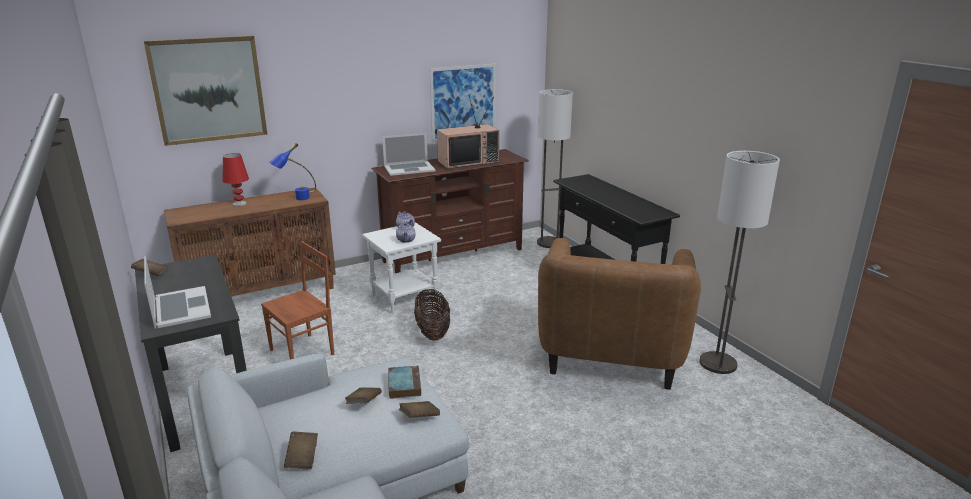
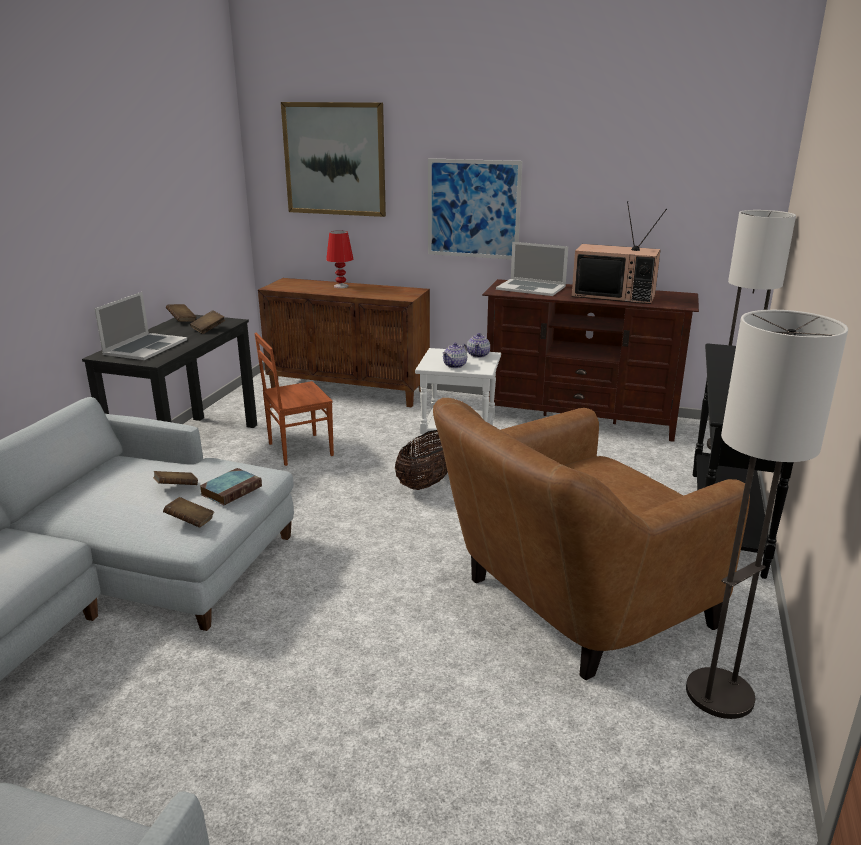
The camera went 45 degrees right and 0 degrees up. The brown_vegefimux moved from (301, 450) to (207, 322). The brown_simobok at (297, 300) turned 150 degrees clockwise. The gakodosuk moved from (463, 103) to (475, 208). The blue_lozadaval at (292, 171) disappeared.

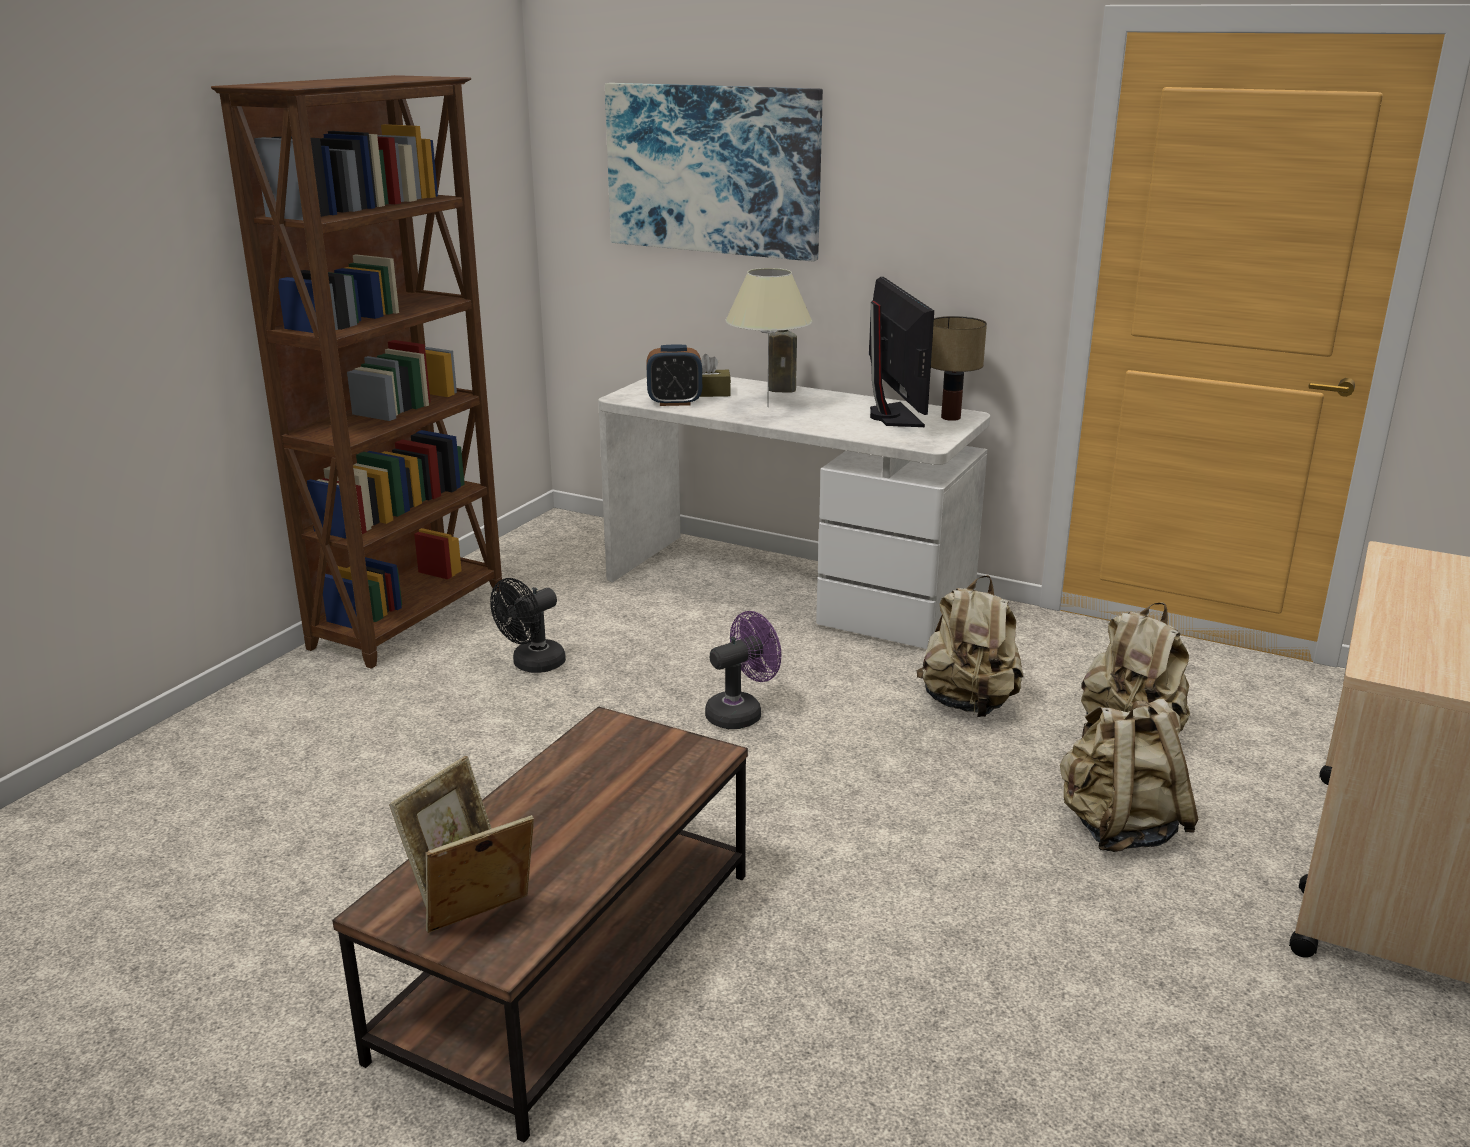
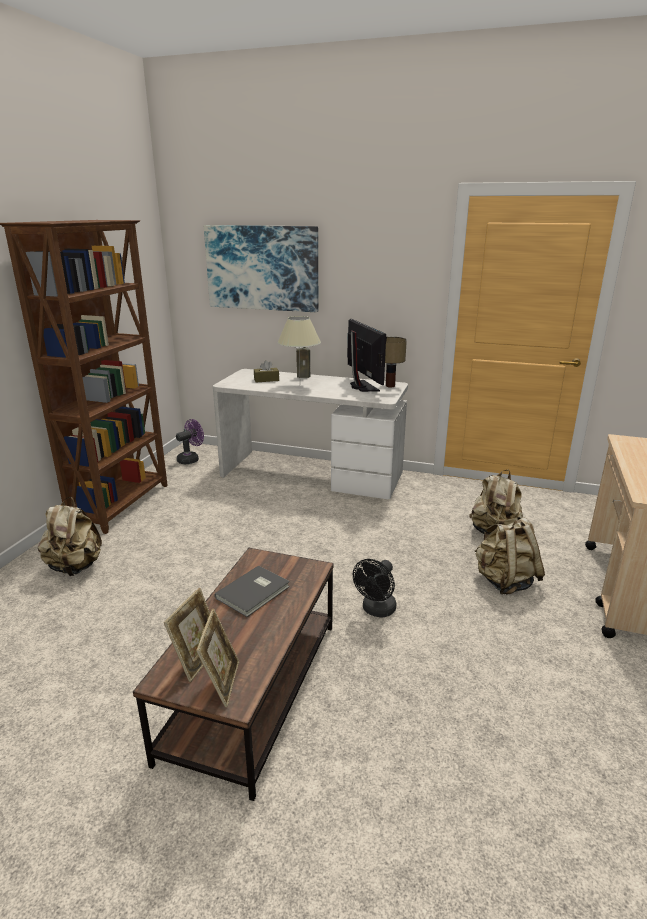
The camera went 10 degrees left and 0 degrees up. The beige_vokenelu moved from (970, 646) to (70, 536). The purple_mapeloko moved from (743, 670) to (190, 441). The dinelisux at (479, 874) turned 135 degrees clockwise. The grey_vegefimux at (252, 591) appeared. The black_mapeloko moved from (528, 625) to (374, 588). The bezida at (674, 375) disappeared.

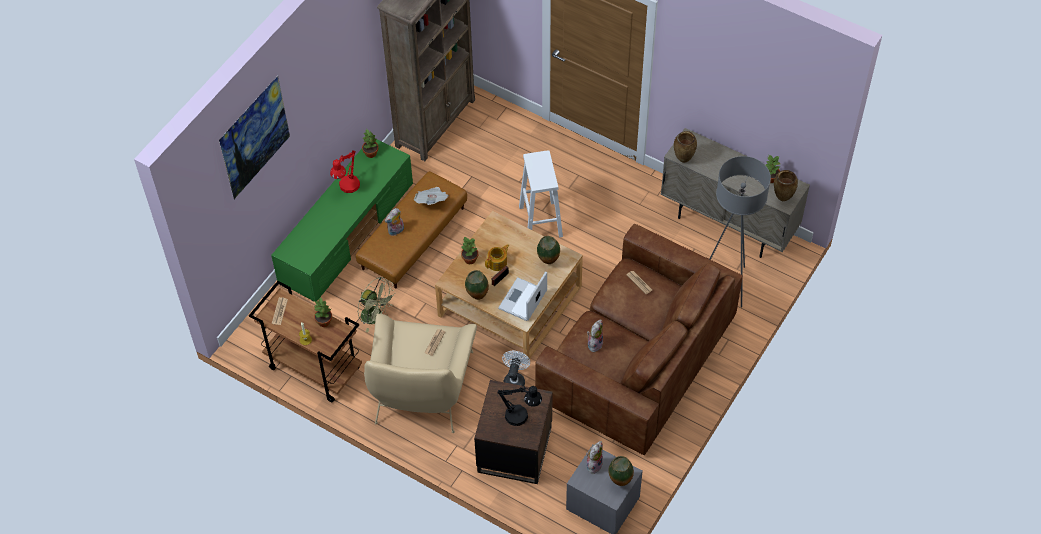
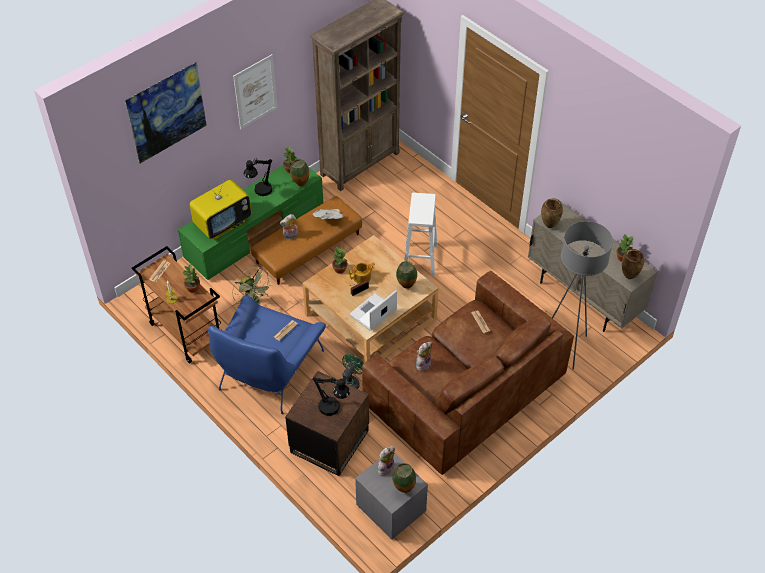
The camera went 15 degrees right and 5 degrees down. The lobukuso at (220, 208) appeared. The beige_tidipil at (420, 373) became the blue_tidipil at (267, 354). The gakodosuk at (255, 91) appeared. The red_lozadaval at (345, 171) became the black_lozadaval at (258, 177). The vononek moved from (477, 285) to (299, 173). The white_mapeloko at (516, 368) became the green_mapeloko at (353, 371).

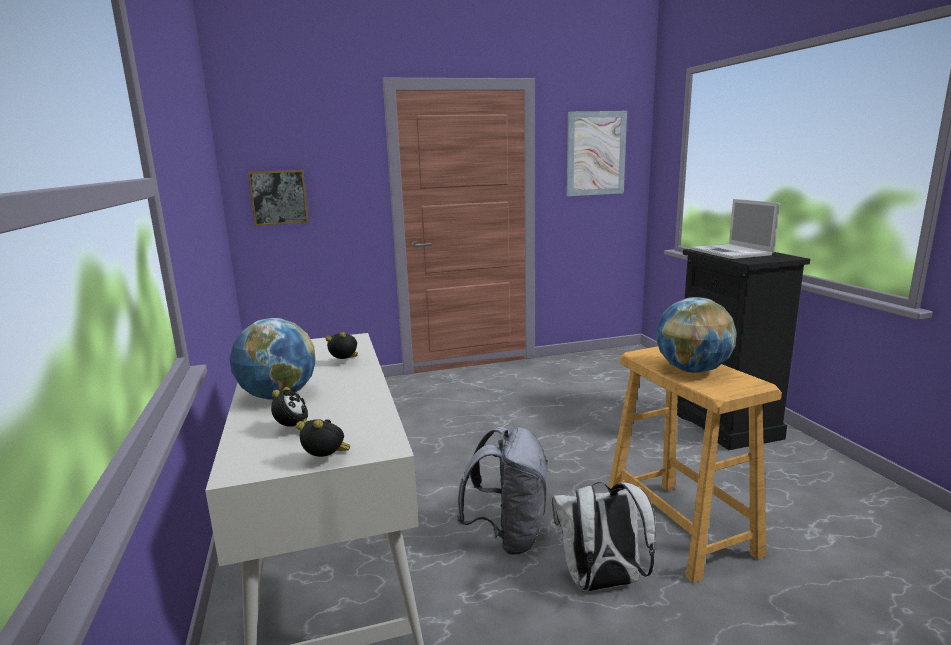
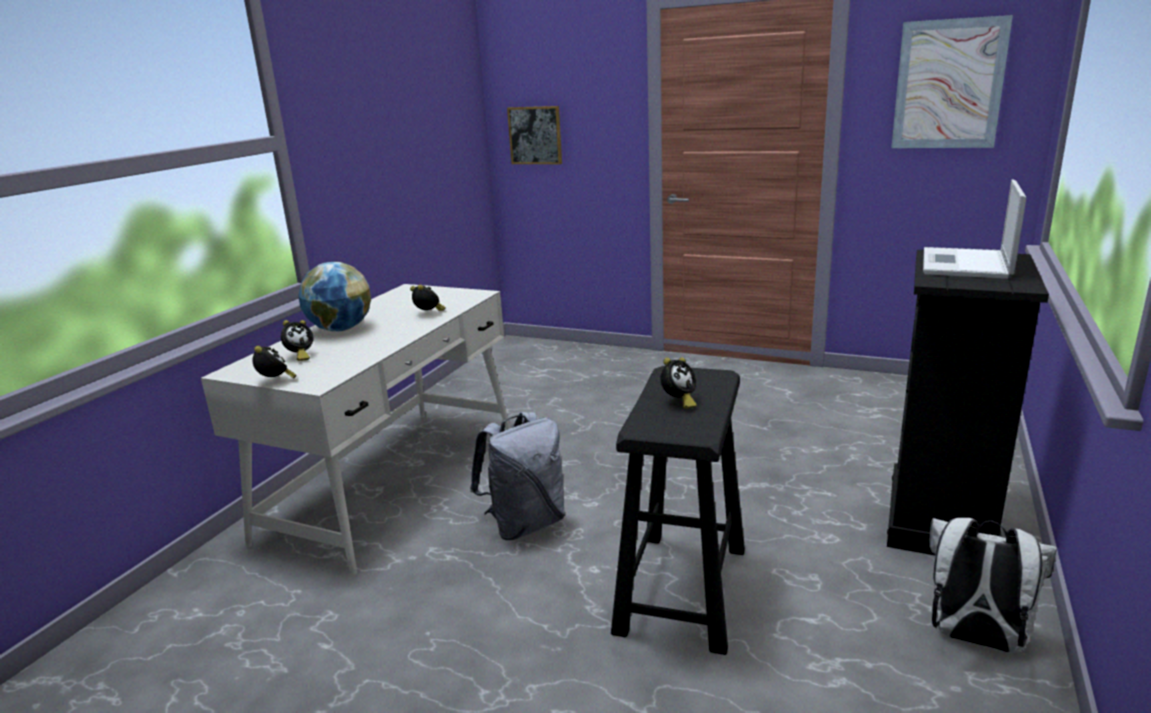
The camera went 40 degrees right and 5 degrees up. The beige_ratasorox at (695, 464) became the black_ratasorox at (678, 510). The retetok at (696, 335) was replaced by the bezida at (678, 383). The white_vokenelu moved from (604, 537) to (993, 585).

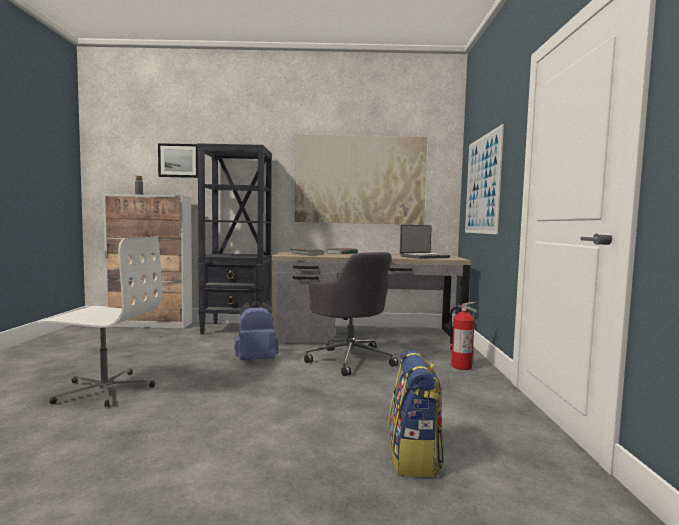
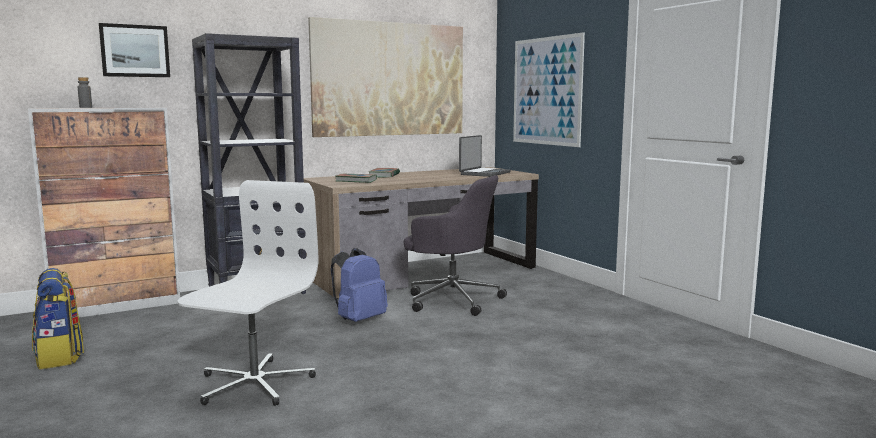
The camera went 30 degrees left and 5 degrees up. The vokenelu moved from (416, 414) to (58, 319). The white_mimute at (99, 322) turned 45 degrees counterclockwise. The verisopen at (463, 335) disappeared.

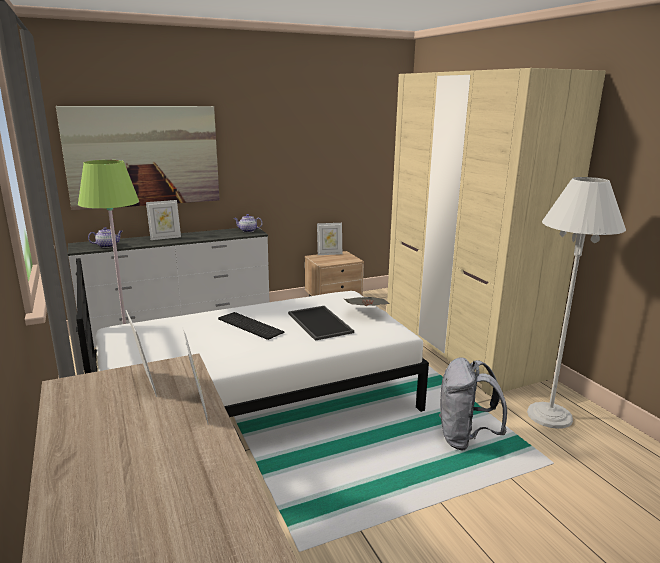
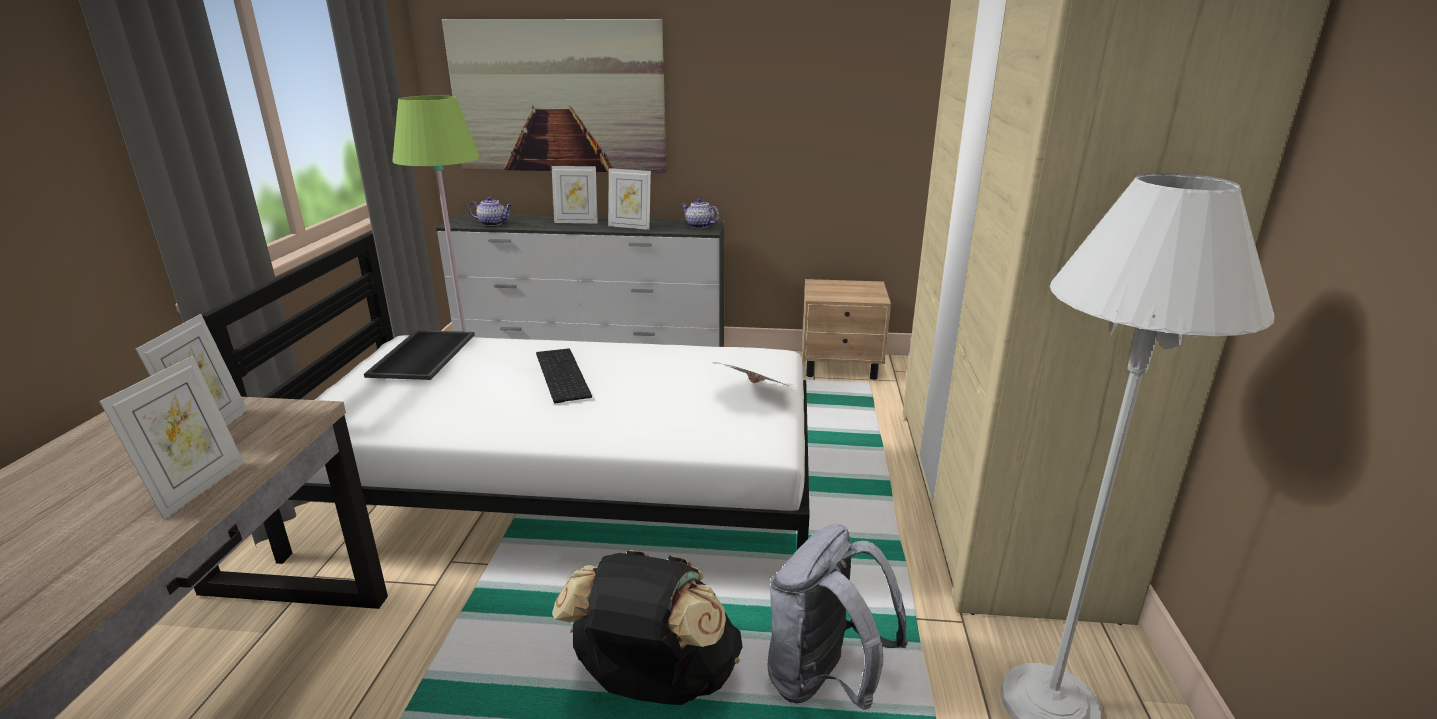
The camera went 30 degrees right and 5 degrees up. The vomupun moved from (321, 323) to (419, 355). The black_vokenelu at (647, 627) appeared. The dinelisux moved from (329, 239) to (629, 199).

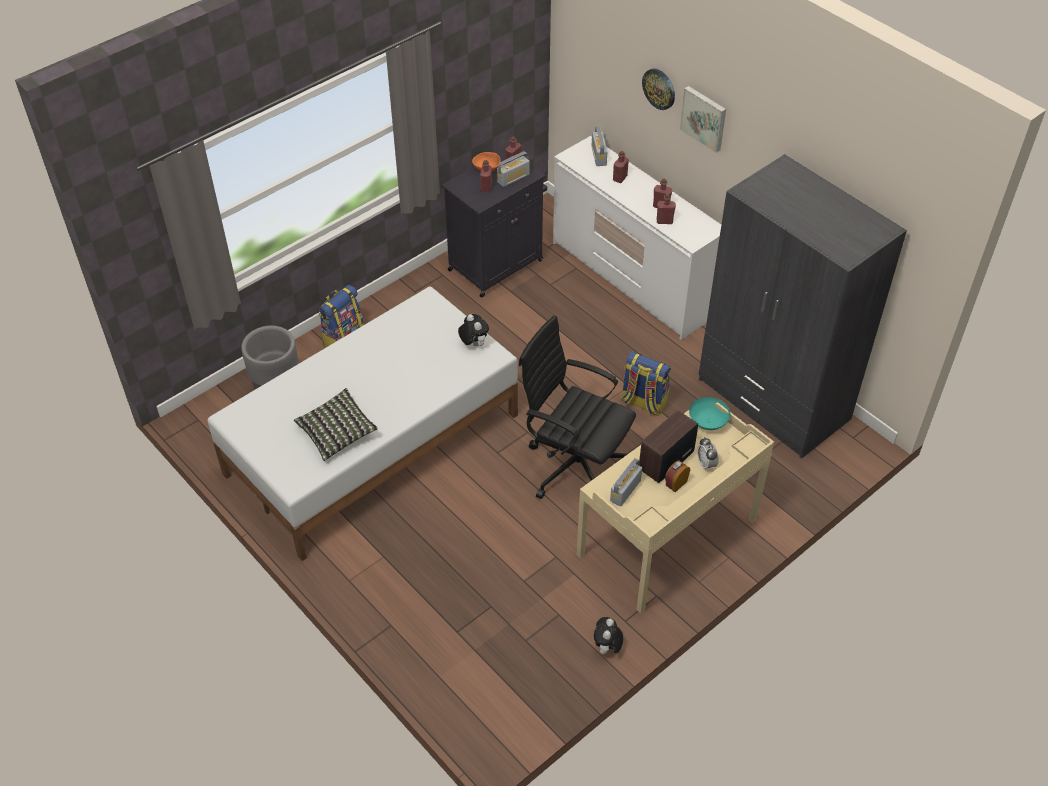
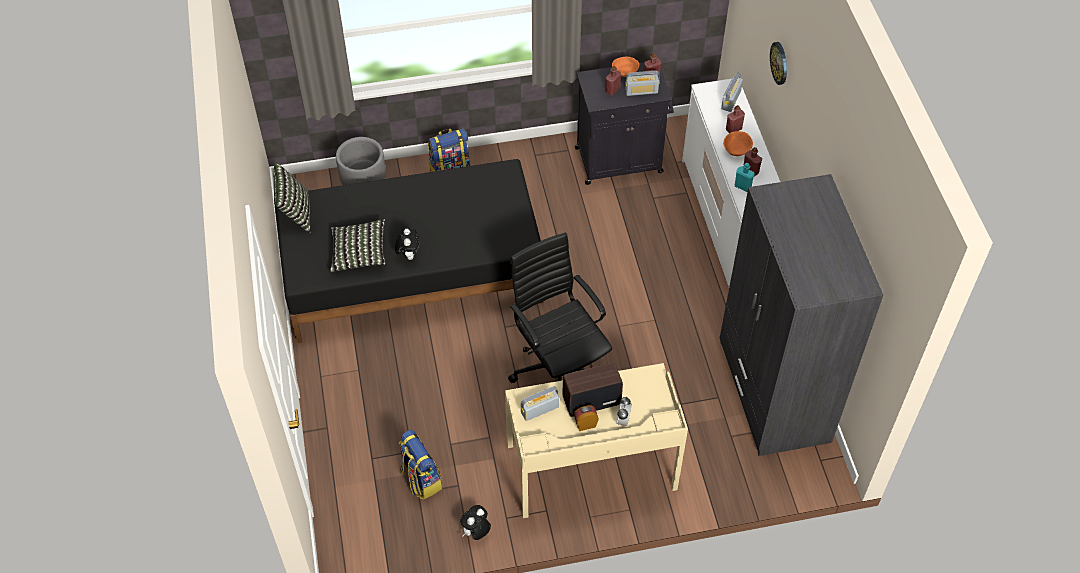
The camera went 30 degrees right and 5 degrees up. The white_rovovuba at (363, 424) became the black_rovovuba at (409, 251). The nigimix at (292, 197) appeared. The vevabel moved from (473, 330) to (407, 244). The vokenelu moved from (646, 384) to (420, 465). The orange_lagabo at (738, 143) appeared. The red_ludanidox at (666, 209) became the turquoise_ludanidox at (745, 177). The gakodosuk at (703, 119) disappeared. The turquoise_lagabo at (710, 413) disappeared.

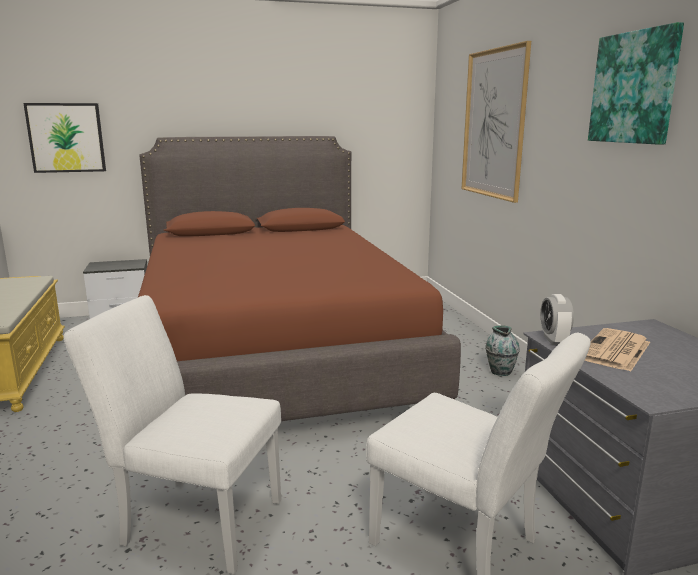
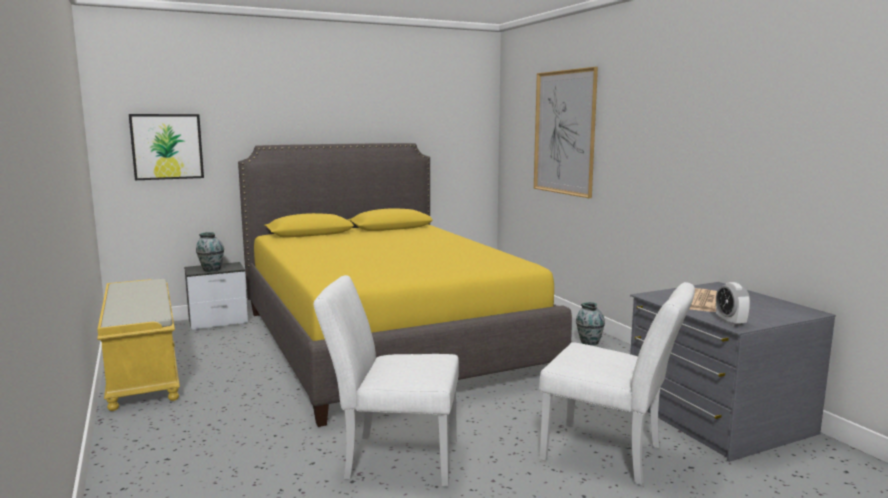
The camera went 10 degrees left and 5 degrees down. The vononek at (210, 252) appeared. The brown_rovovuba at (299, 278) became the yellow_rovovuba at (405, 285). The bezida moved from (557, 319) to (733, 304). The gakodosuk at (636, 83) disappeared.

